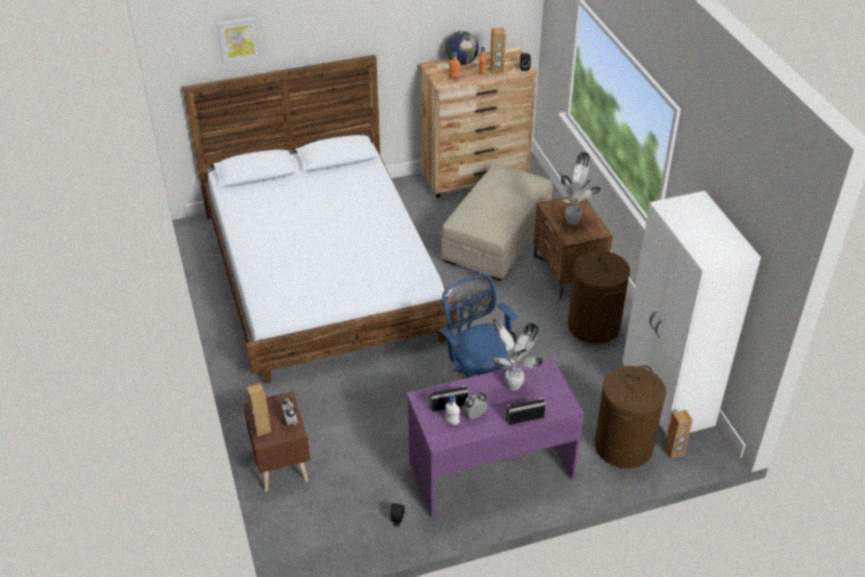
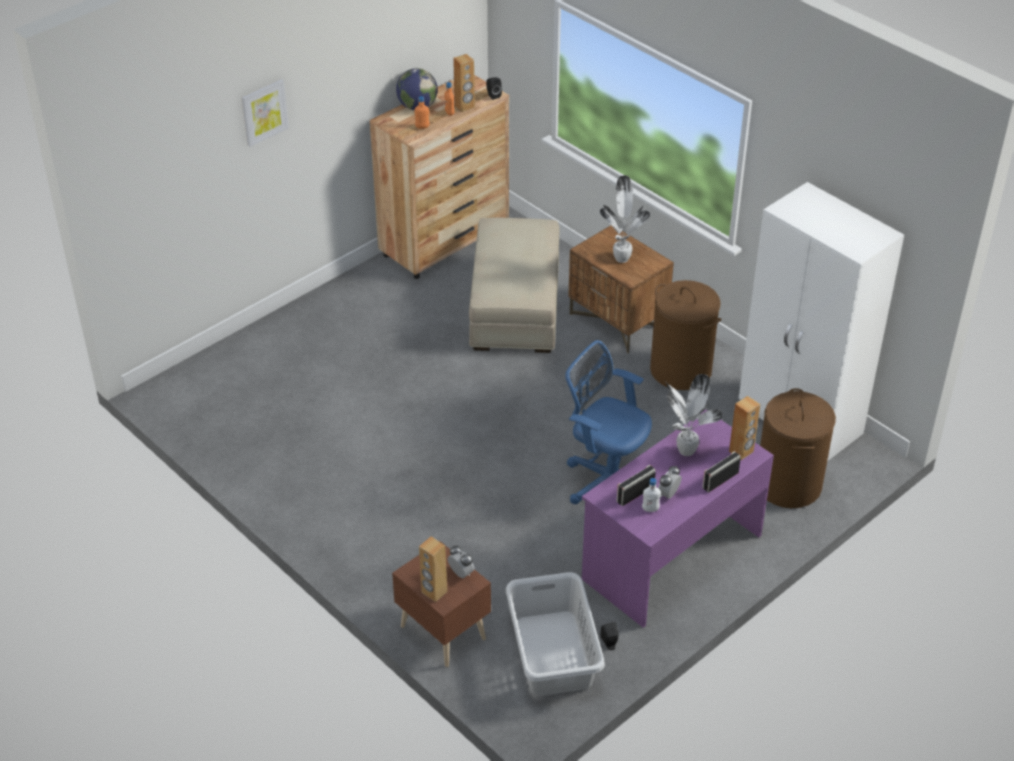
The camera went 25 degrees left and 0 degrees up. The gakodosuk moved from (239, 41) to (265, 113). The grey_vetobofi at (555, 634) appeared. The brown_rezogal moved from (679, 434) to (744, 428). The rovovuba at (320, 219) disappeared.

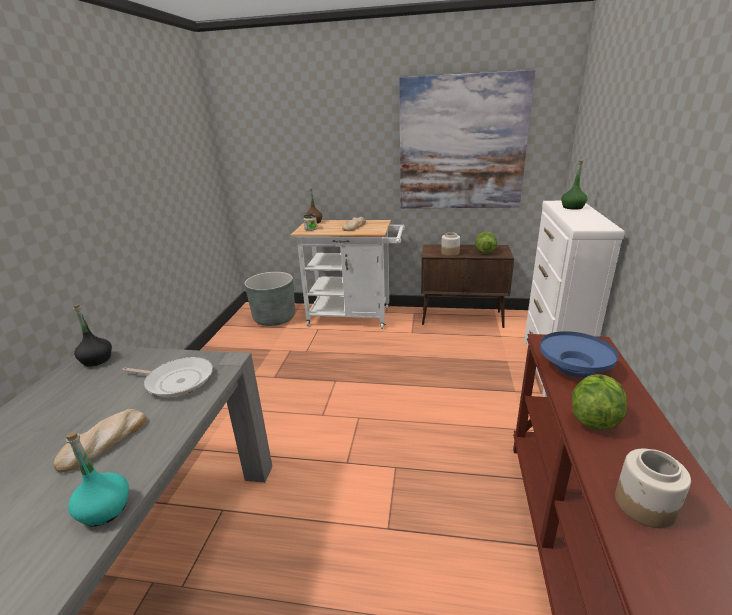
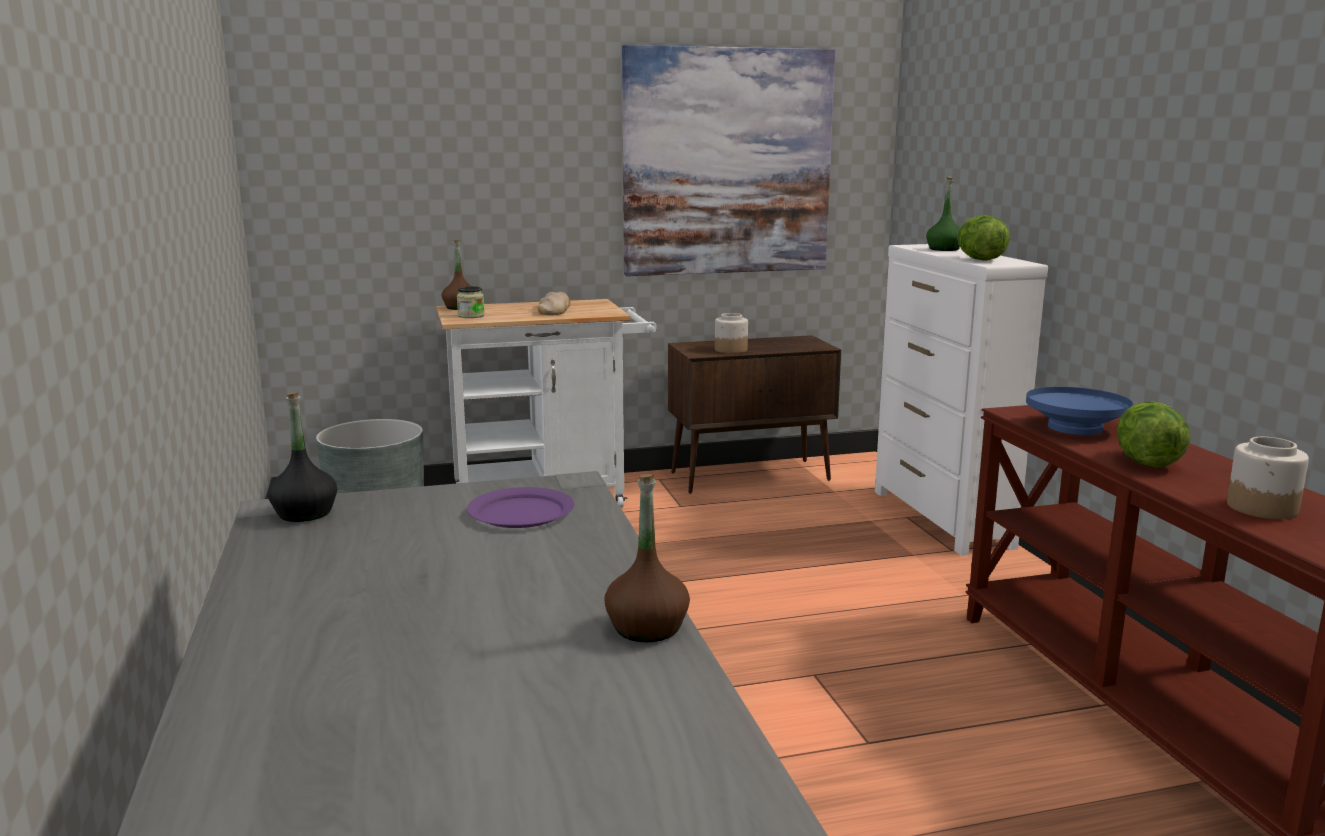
The camera went 25 degrees left and 10 degrees down. The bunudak at (167, 377) was replaced by the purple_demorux at (520, 507). The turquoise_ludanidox at (97, 479) became the brown_ludanidox at (647, 558). The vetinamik moved from (486, 243) to (984, 238). The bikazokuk at (100, 440) disappeared.

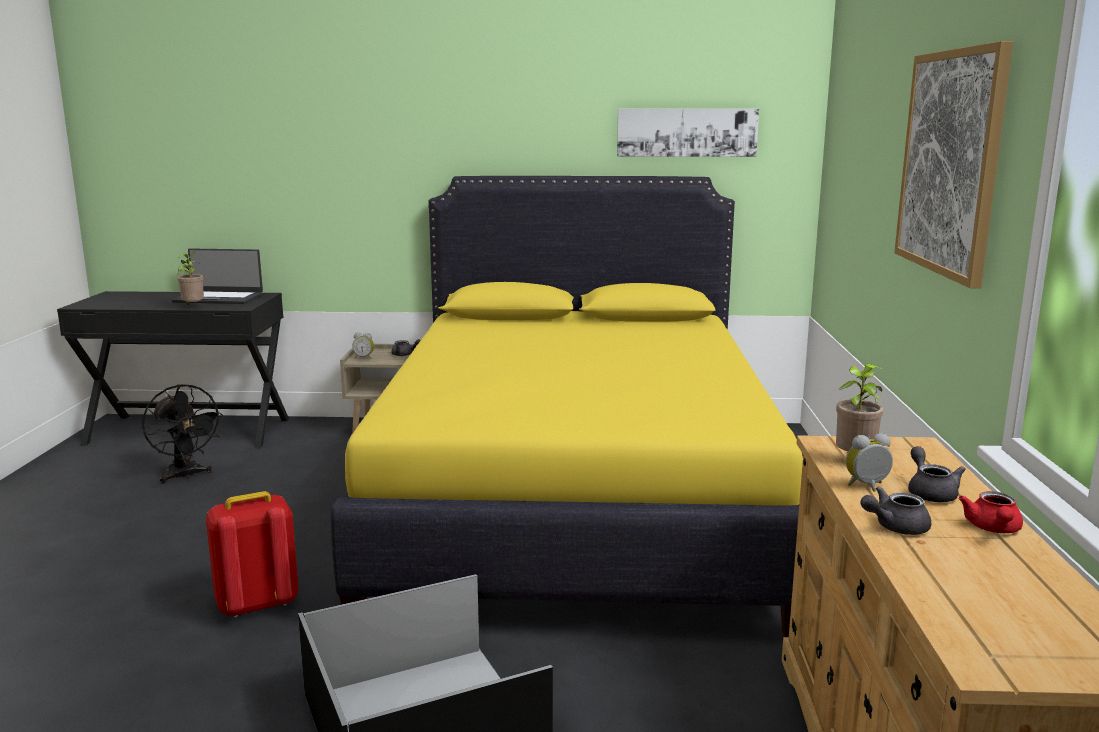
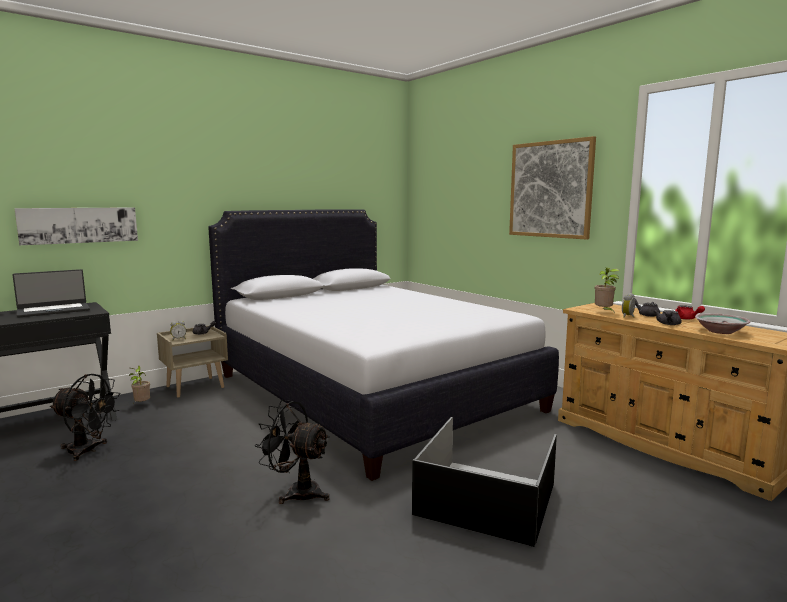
The camera went 40 degrees left and 5 degrees down. The gakodosuk moved from (688, 133) to (76, 226). The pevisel moved from (190, 278) to (139, 384). The yellow_rovovuba at (567, 406) became the white_rovovuba at (383, 345). The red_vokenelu at (252, 554) was replaced by the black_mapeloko at (292, 452). The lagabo at (722, 323) appeared.

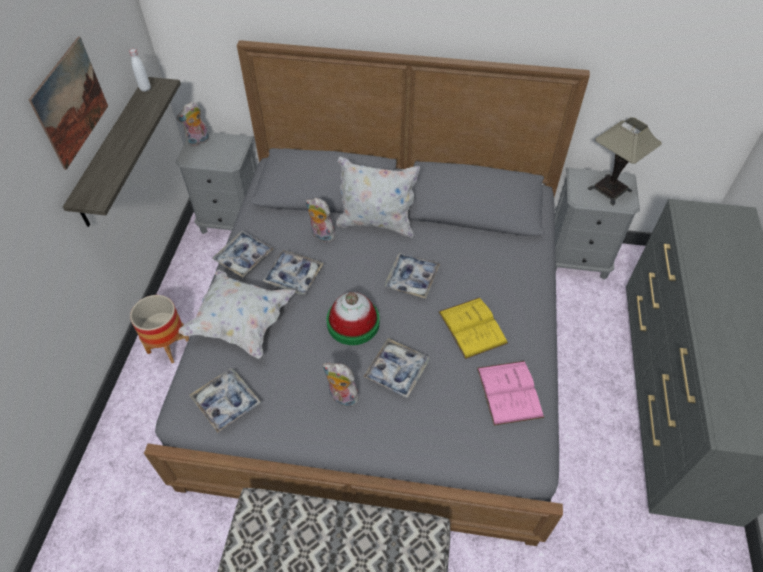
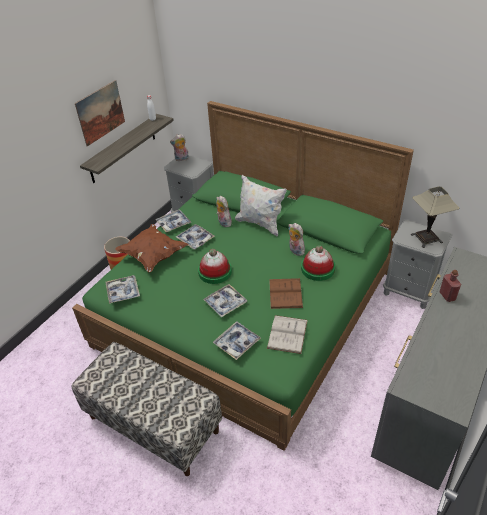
The camera went 25 degrees right and 10 degrees down. The grey_rovovuba at (367, 293) became the green_rovovuba at (243, 276). The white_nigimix at (237, 314) became the brown_nigimix at (152, 248). The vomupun moved from (412, 275) to (237, 341). The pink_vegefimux at (510, 393) became the white_vegefimux at (287, 334). The yellow_vegefimux at (473, 328) became the brown_vegefimux at (286, 293). The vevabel moved from (341, 385) to (297, 239). The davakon at (318, 263) appeared. The red_ludanidox at (450, 286) appeared.

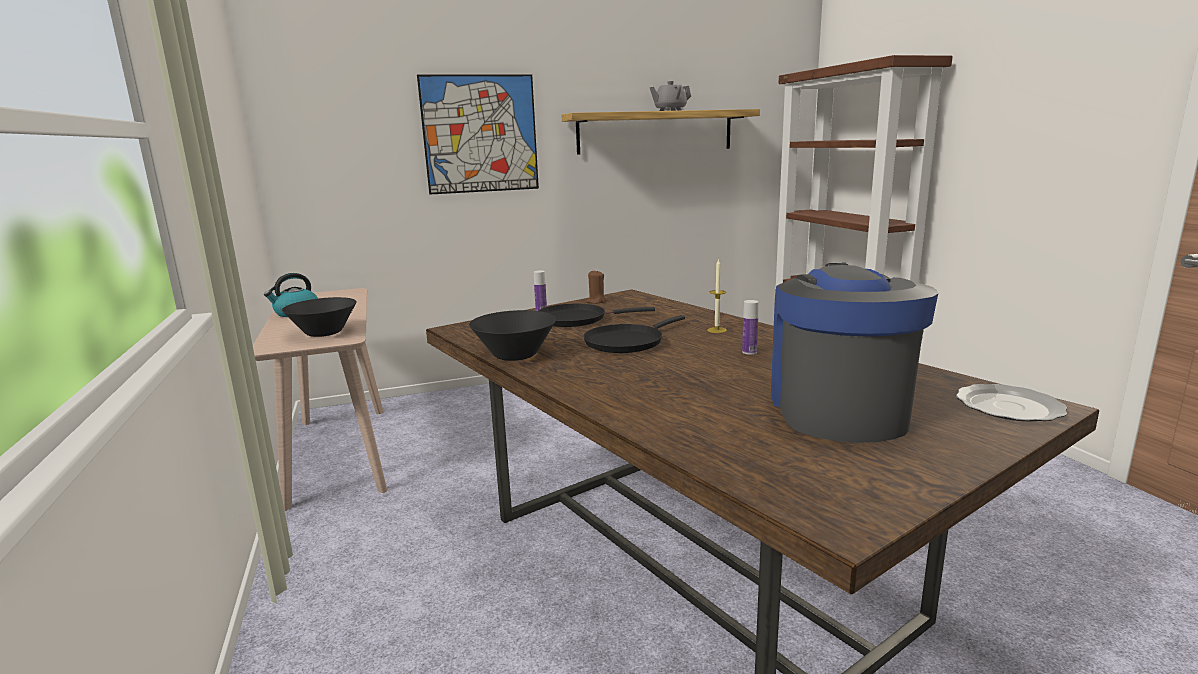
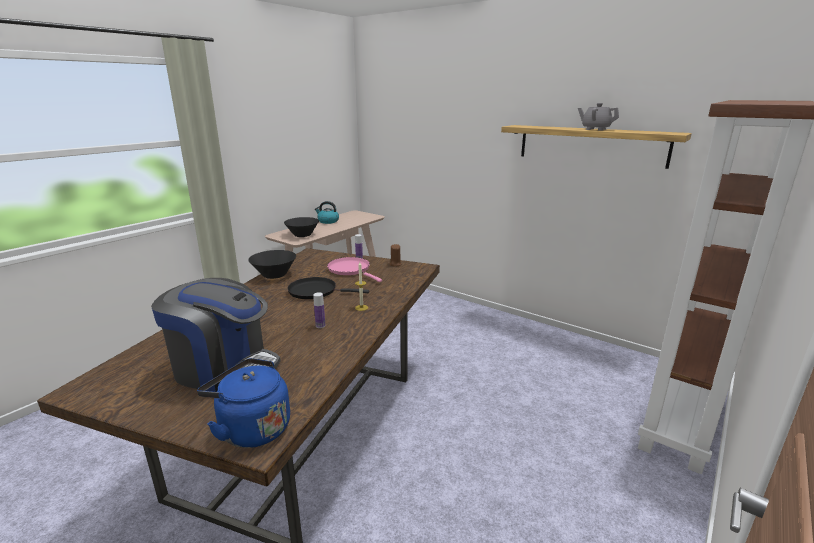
The camera went 55 degrees right and 5 degrees up. The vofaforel at (854, 353) turned 45 degrees clockwise. The demorux at (1011, 402) was replaced by the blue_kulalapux at (243, 403). The black_bunudak at (596, 315) became the pink_bunudak at (354, 269). The gakodosuk at (478, 134) disappeared.

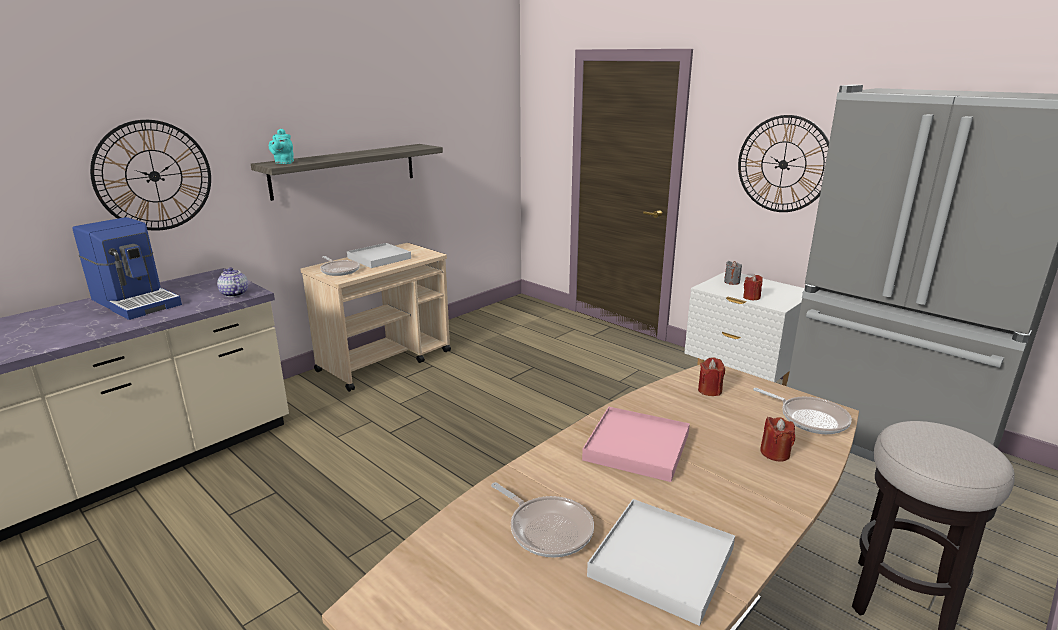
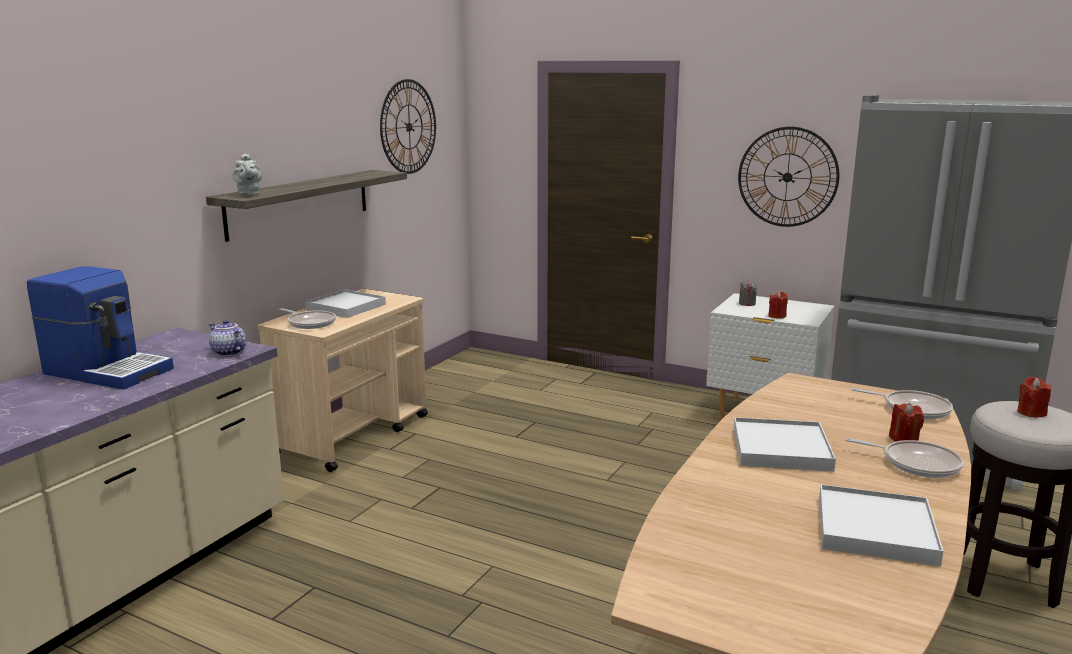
The camera went 15 degrees left and 5 degrees down. The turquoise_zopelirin at (281, 146) became the grey_zopelirin at (247, 175). The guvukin moved from (150, 175) to (408, 126). The pink_vomupun at (636, 444) became the white_vomupun at (785, 444). The bunudak moved from (542, 519) to (904, 458). The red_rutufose moved from (711, 376) to (1034, 397).

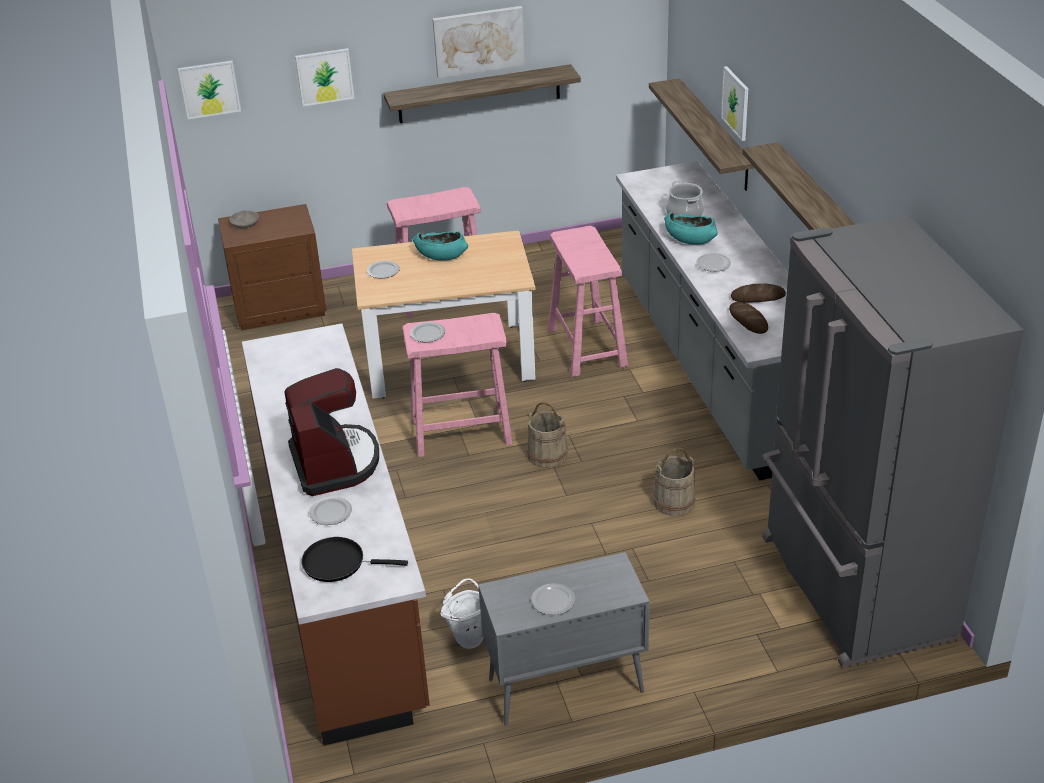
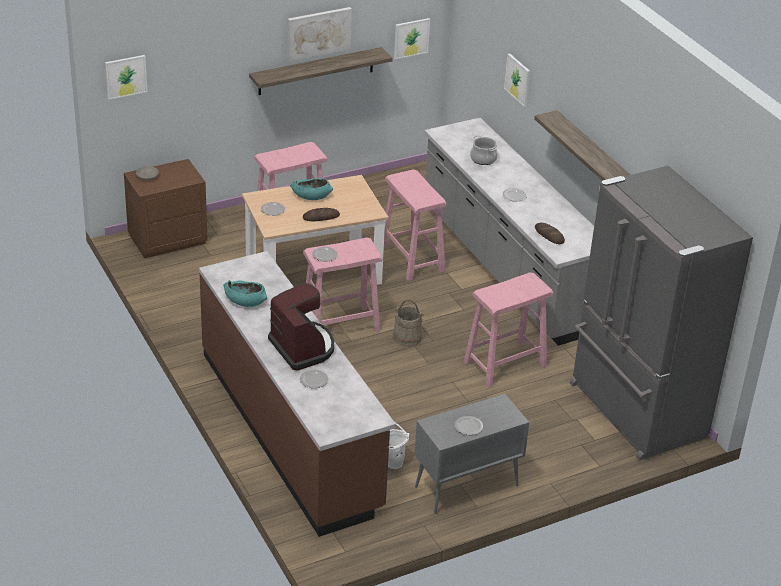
The camera went 15 degrees left and 0 degrees up. The turquoise_lagabo moved from (691, 228) to (245, 293). The bikazokuk moved from (758, 293) to (321, 214). The gakodosuk moved from (324, 77) to (412, 38). The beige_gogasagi at (674, 482) was replaced by the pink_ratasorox at (508, 330). The black_bunudak at (354, 559) disappeared. The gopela at (701, 134) disappeared.

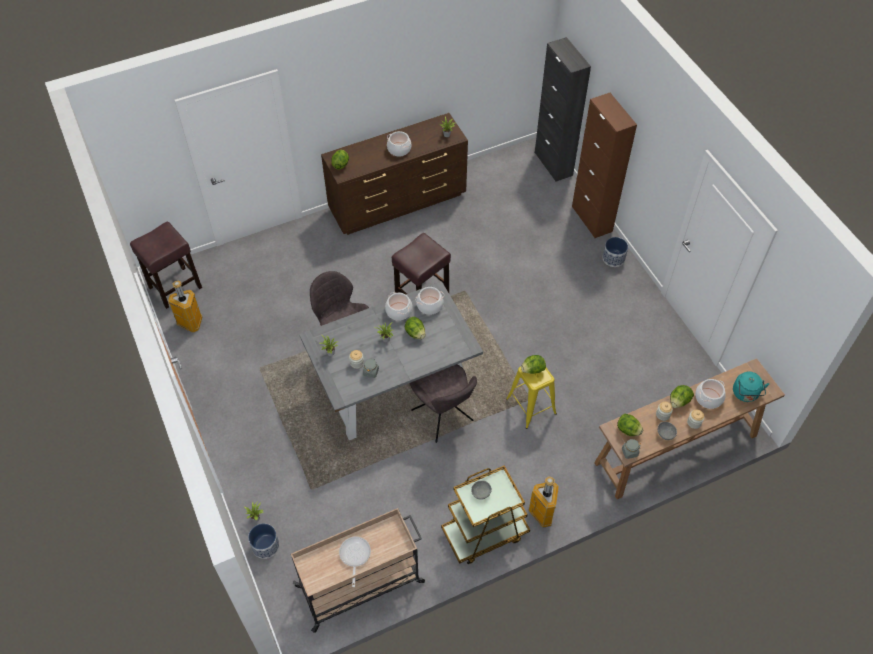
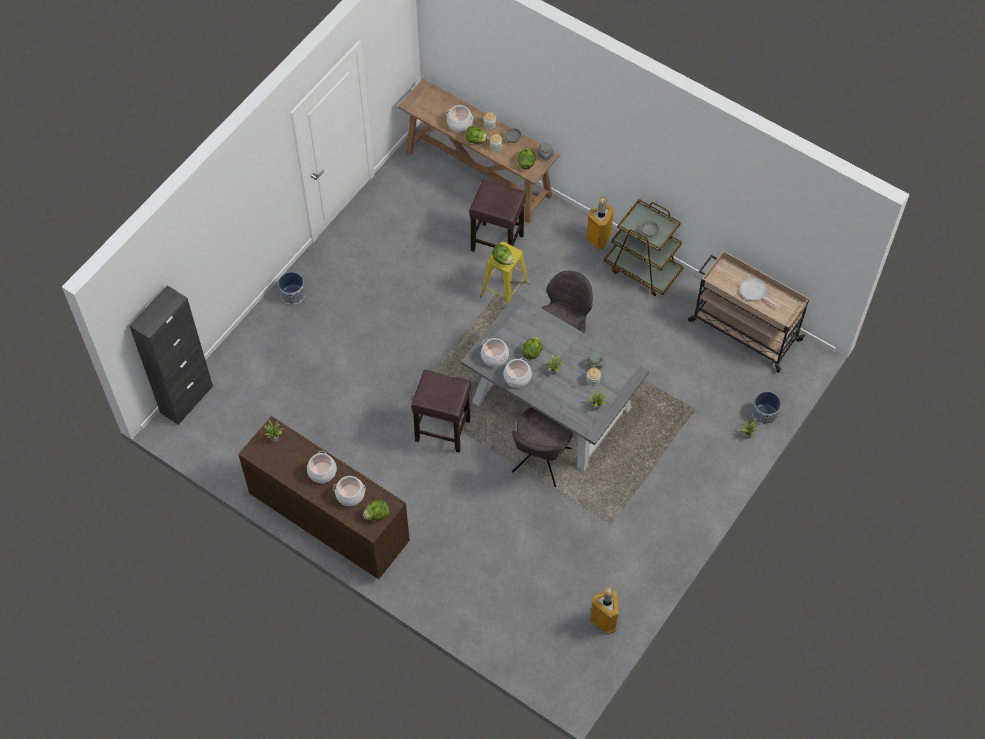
The camera went 120 degrees left and 5 degrees up. The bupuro at (349, 491) appeared. The brown_ratasorox moved from (166, 265) to (497, 215). The bunudak at (355, 561) turned 75 degrees clockwise. The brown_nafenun at (604, 165) disappeared. The turquoise_kulalapux at (751, 387) disappeared.

